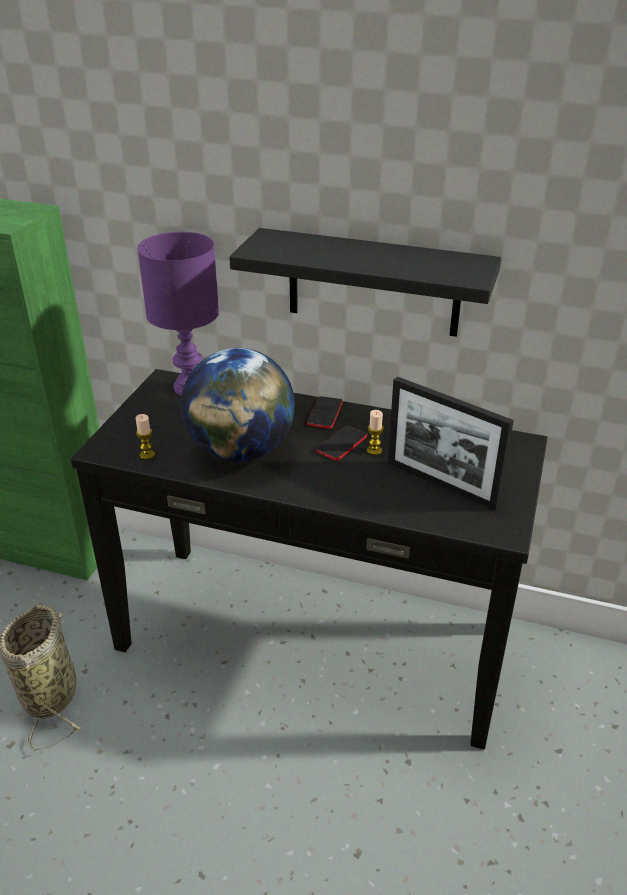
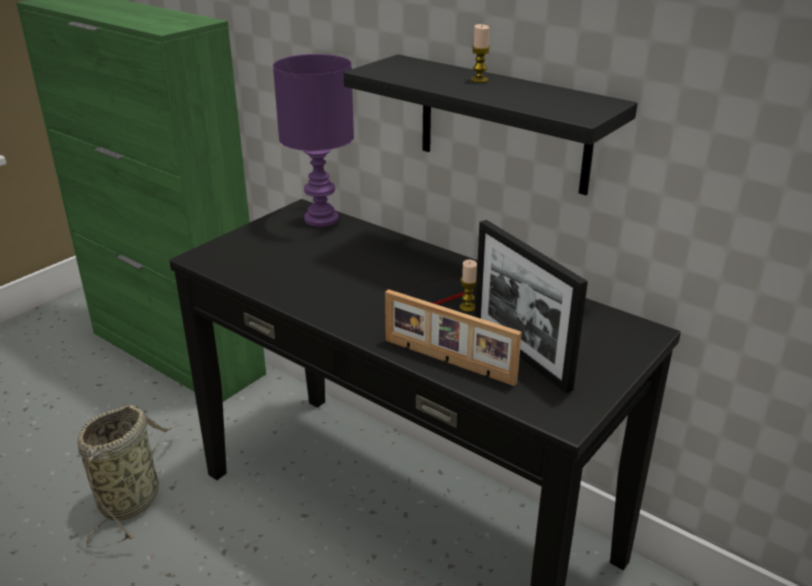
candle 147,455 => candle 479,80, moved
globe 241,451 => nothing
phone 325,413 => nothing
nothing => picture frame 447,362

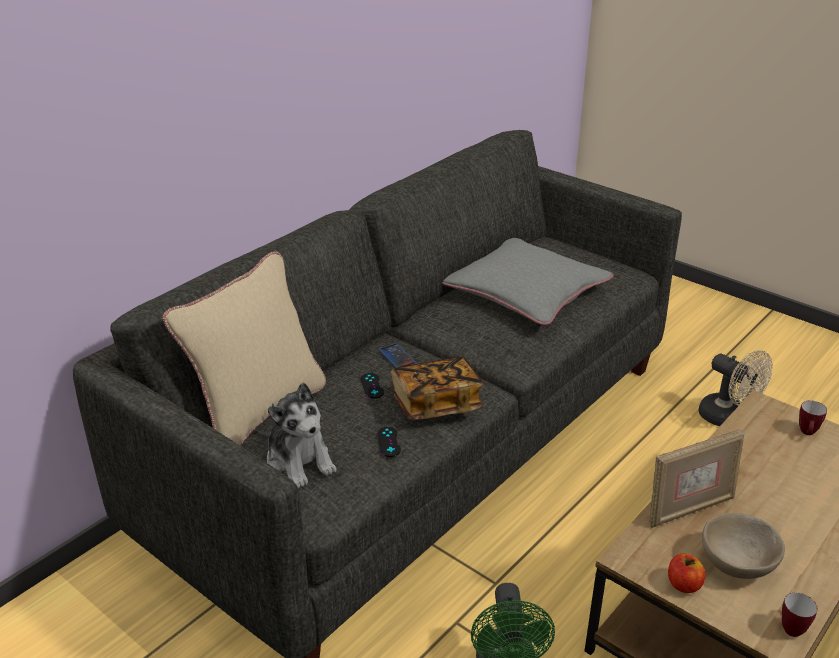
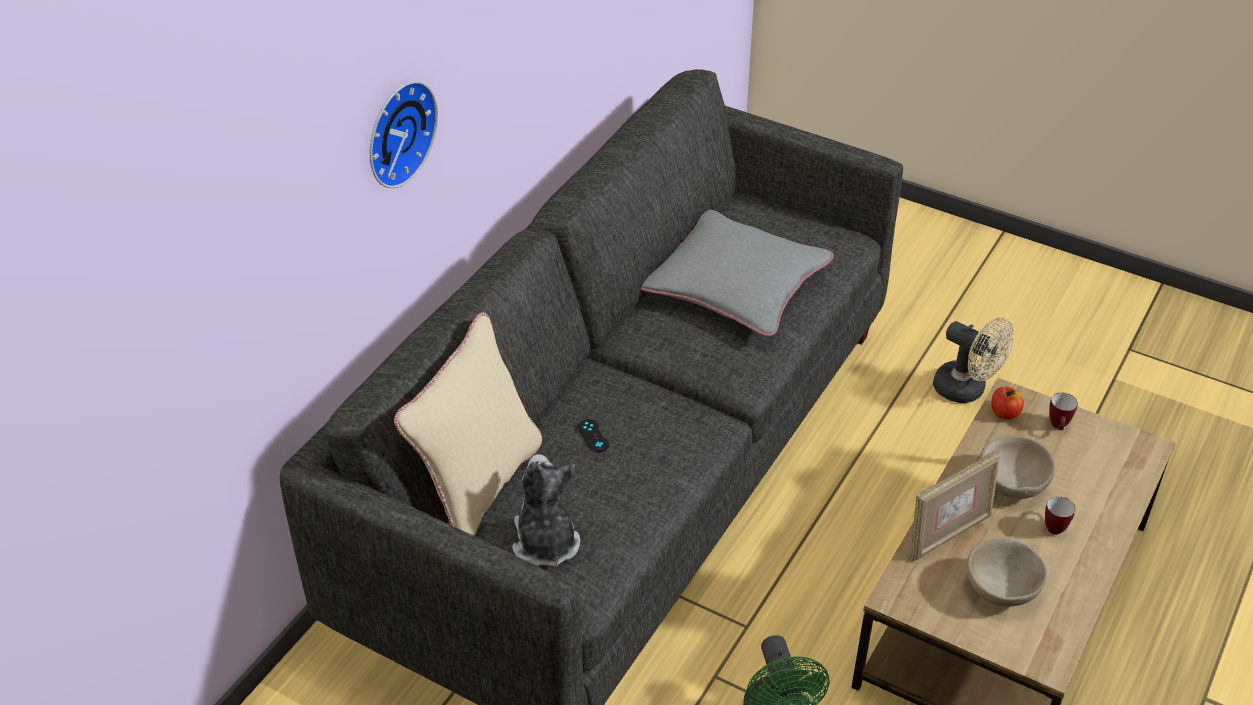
plush toy 300,461 => plush toy 545,542, 150 degrees counterclockwise
black game controller 389,442 => nothing
phone 397,357 => nothing
book 436,404 => nothing
apple 683,584 => apple 1004,413, moved
mug 791,627 => mug 1053,526, moved
nothing => wall clock 396,132
nothing => beige bowl 1011,483

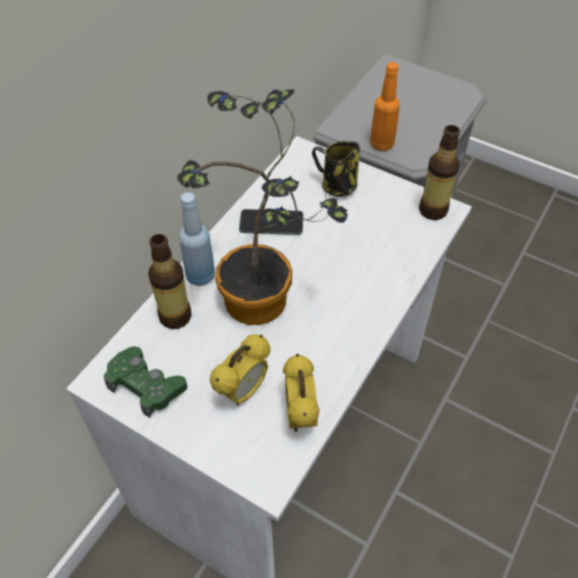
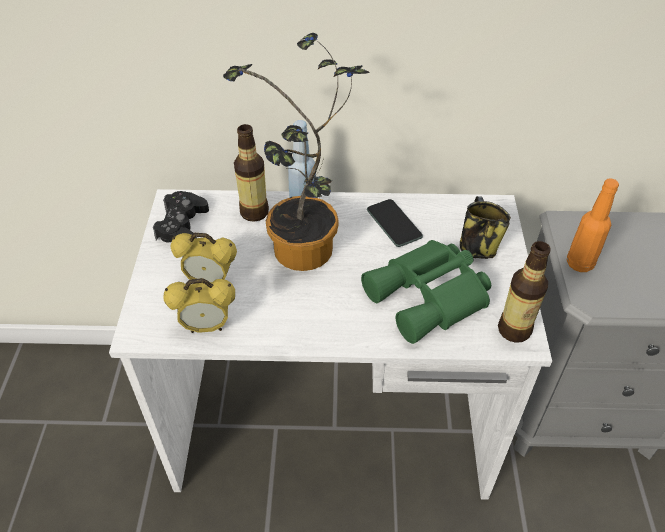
green game controller 146,385 => black game controller 182,226
alarm clock 300,416 => alarm clock 206,327, 150 degrees counterclockwise
nothing => green binoculars 430,297

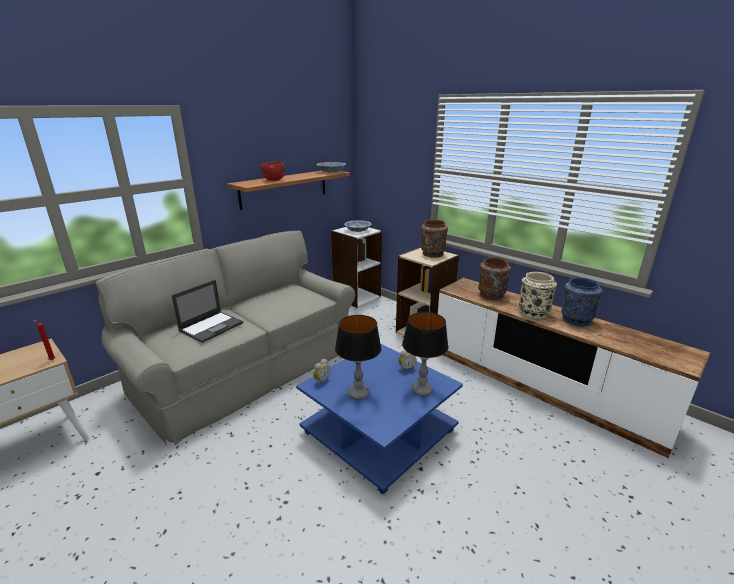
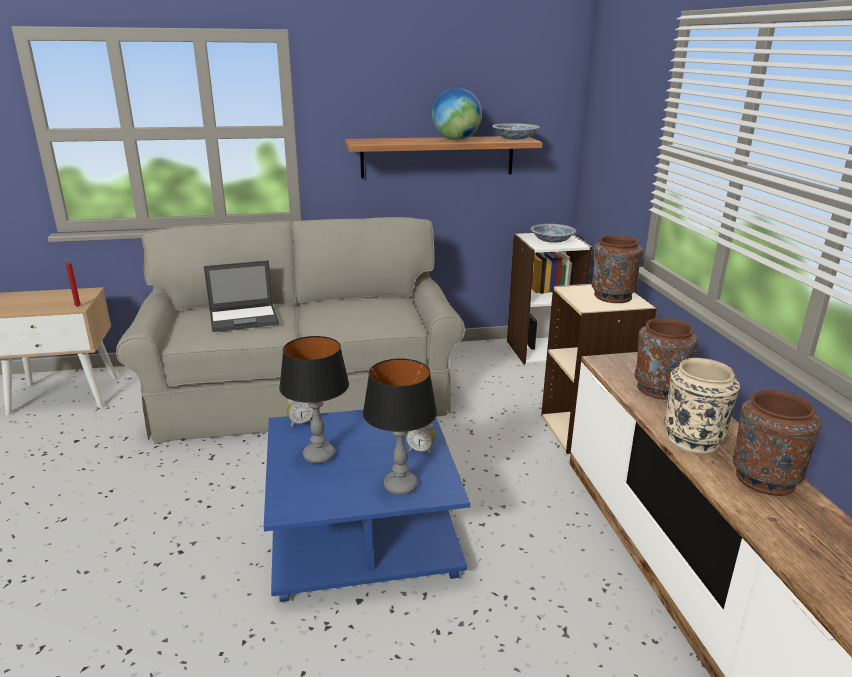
red bowl 274,180 => nothing
blue vase 575,320 => brown vase 763,478
nothing => globe 456,140

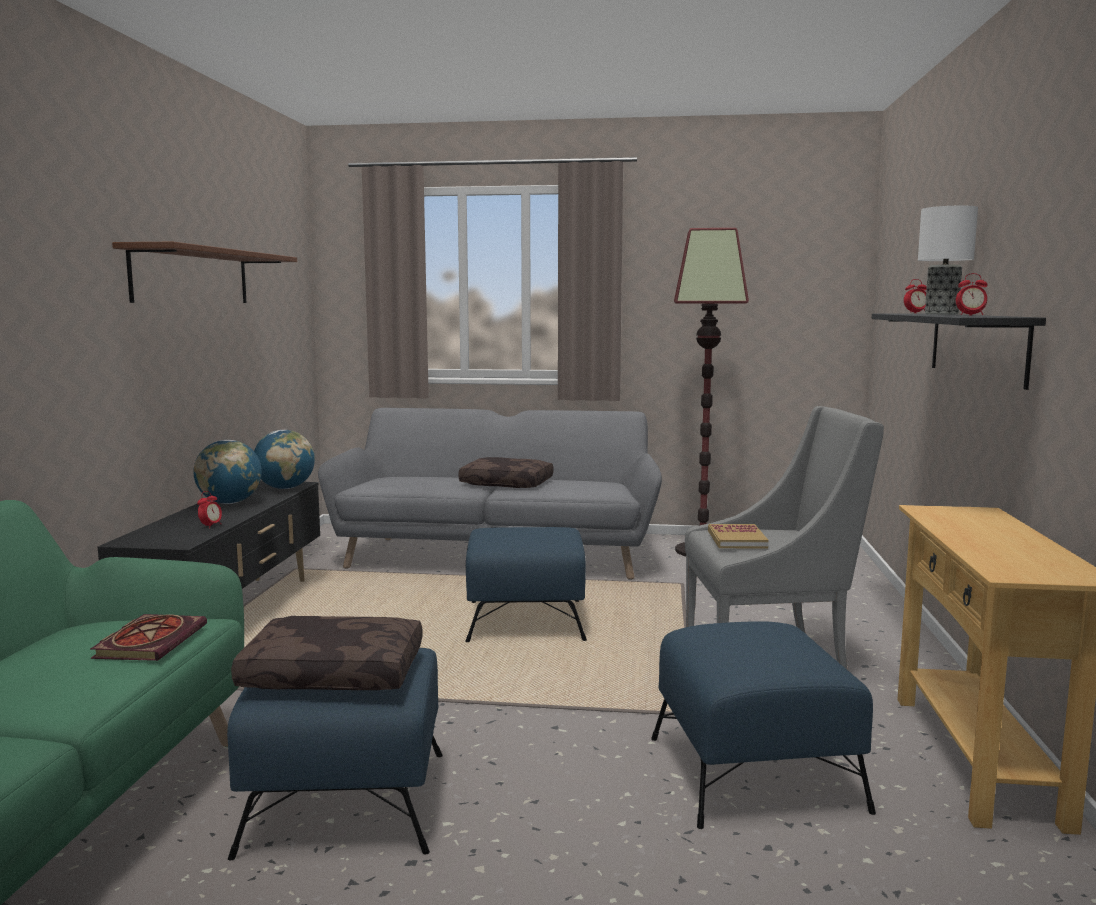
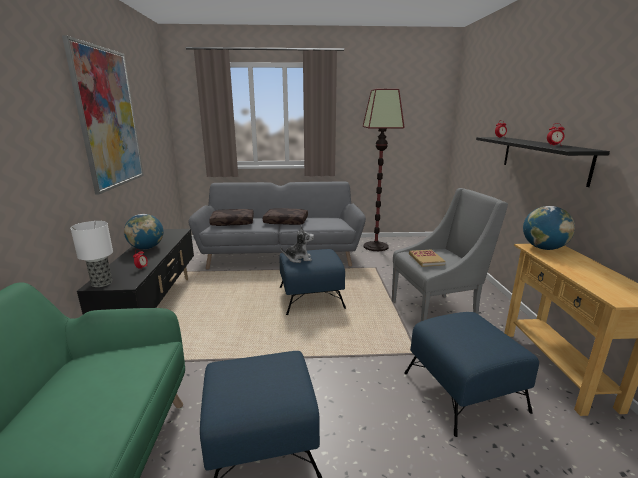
book 150,641 => nothing
brown shelf 192,277 => picture 108,119
brown pillow 335,672 => brown pillow 233,222, moved
globe 285,488 => globe 543,248, moved
table lamp 941,314 => table lamp 102,283, moved
nothing => plush toy 298,258

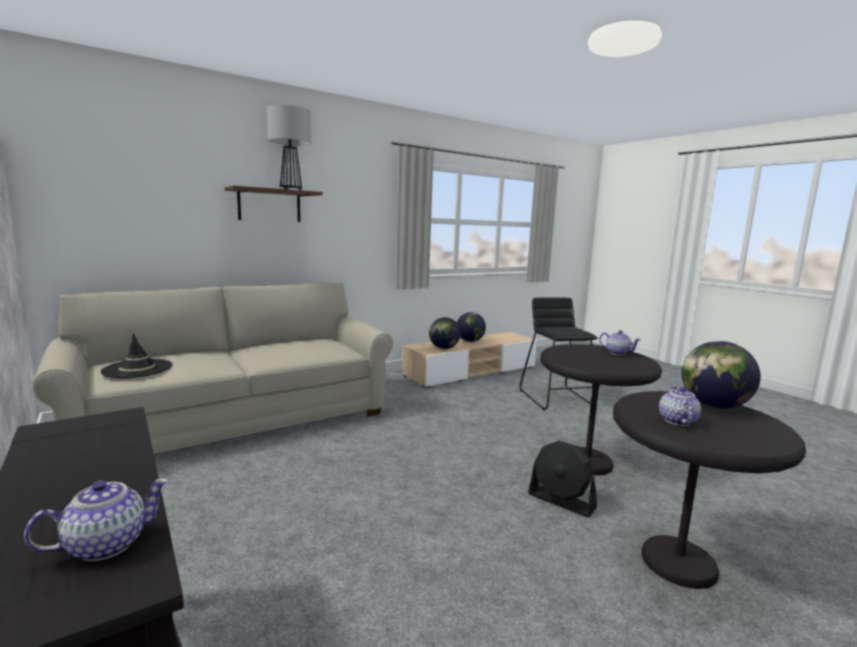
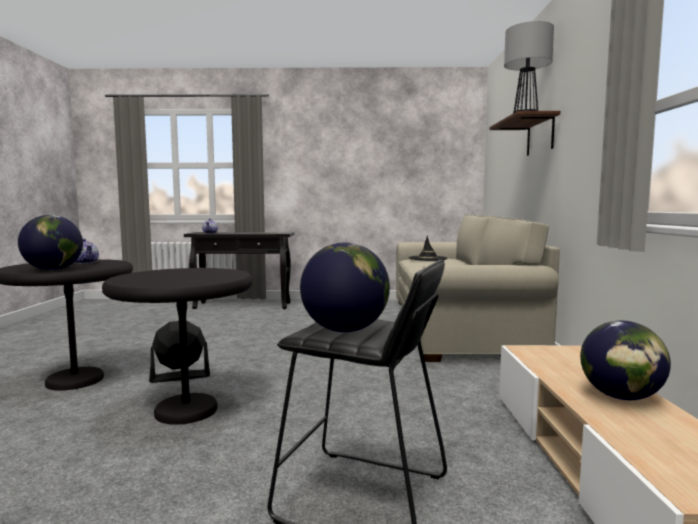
globe 443,348 => globe 345,330, moved
teapot 617,353 => nothing

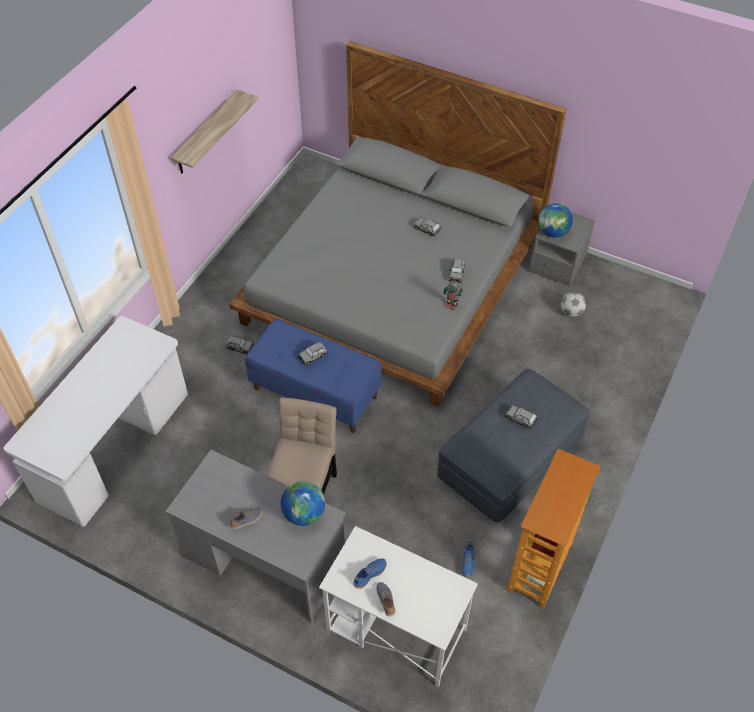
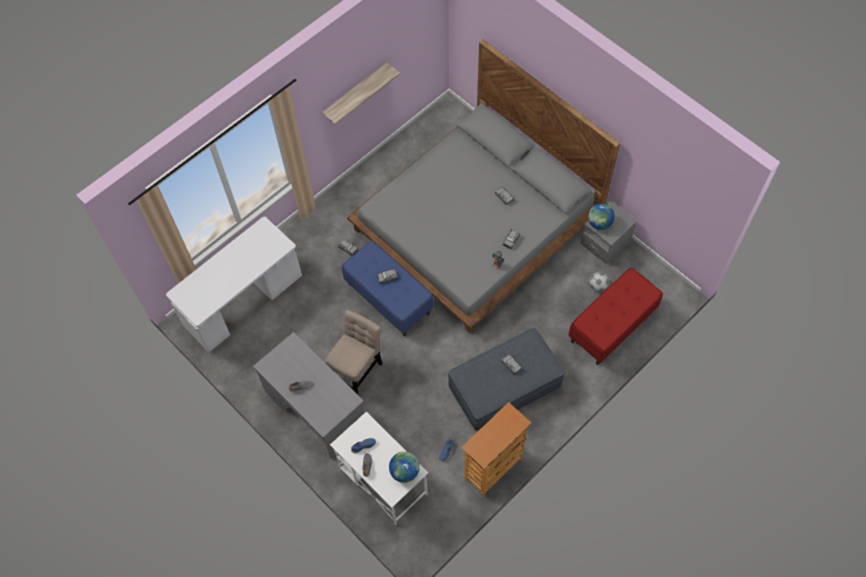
globe 304,513 => globe 404,471, moved
nothing => red bench 612,326

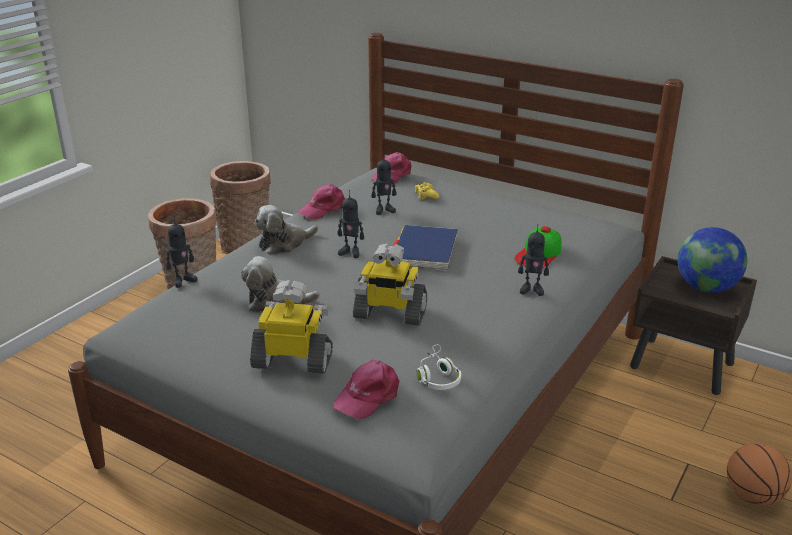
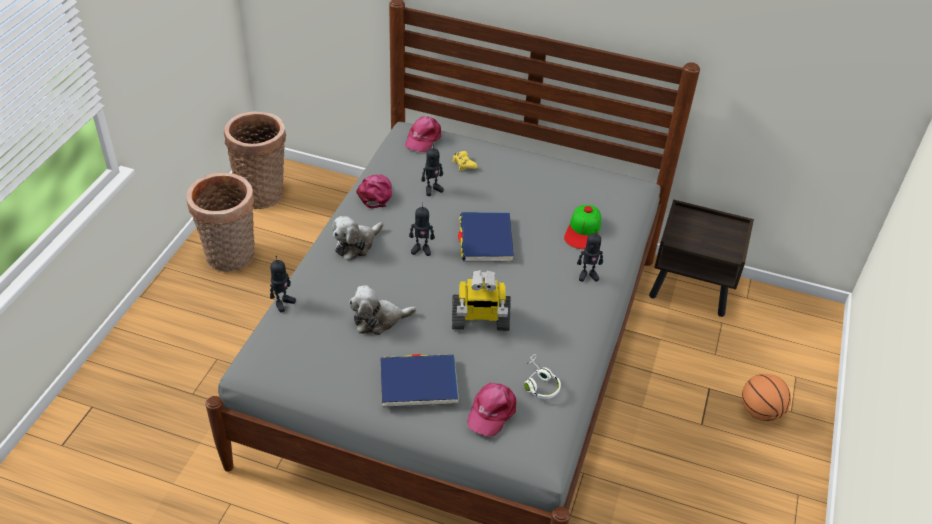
toy robot 293,360 => blue book 418,383
pink cap 323,209 => pink cap 375,193, 150 degrees clockwise
globe 706,288 => nothing

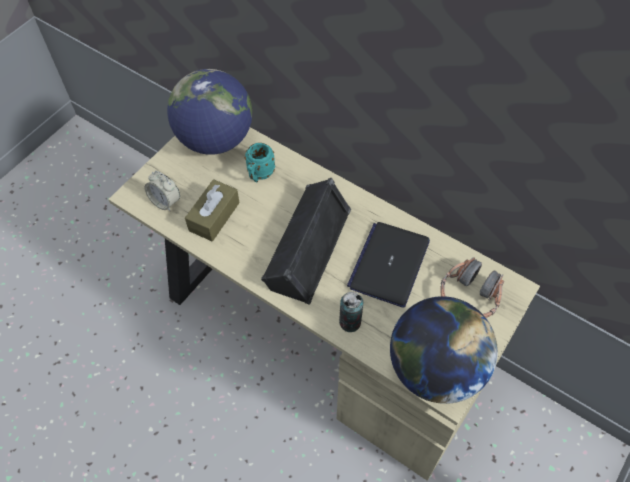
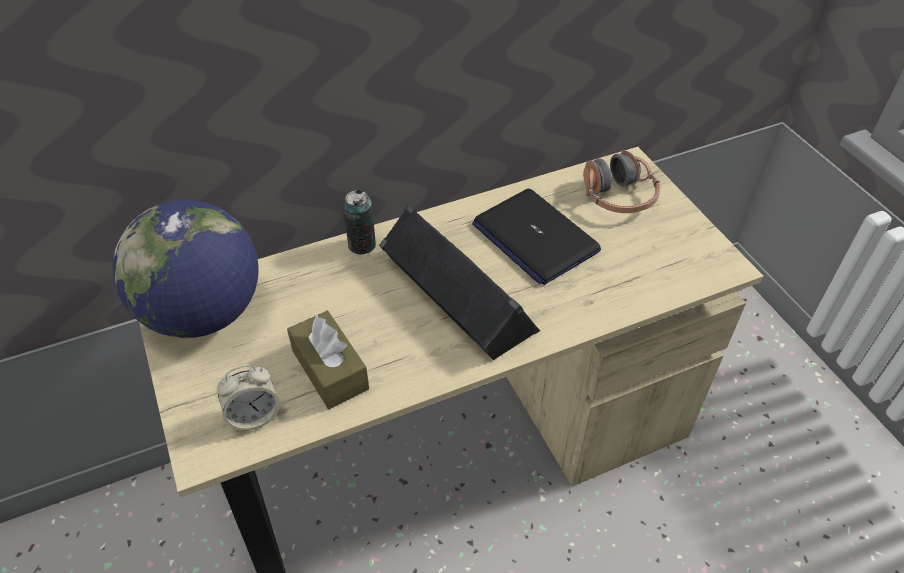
turquoise mug 259,175 => nothing
can 350,322 => can 362,245, moved
globe 435,369 => nothing

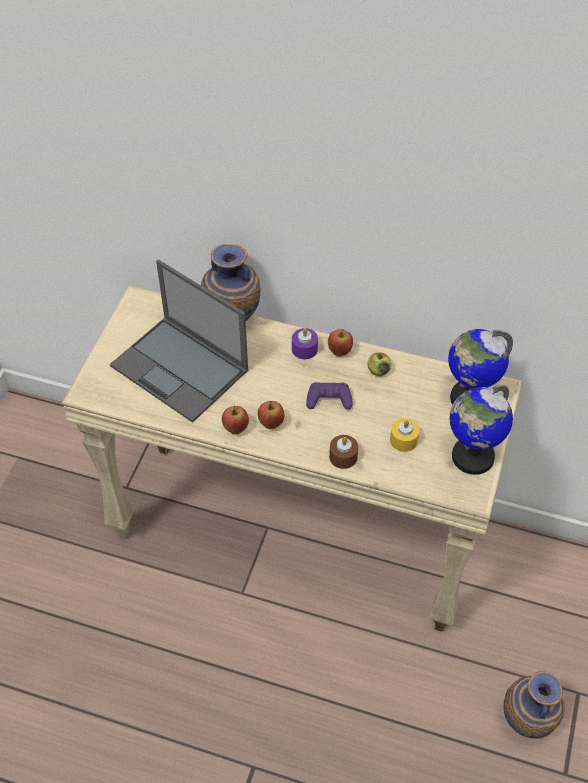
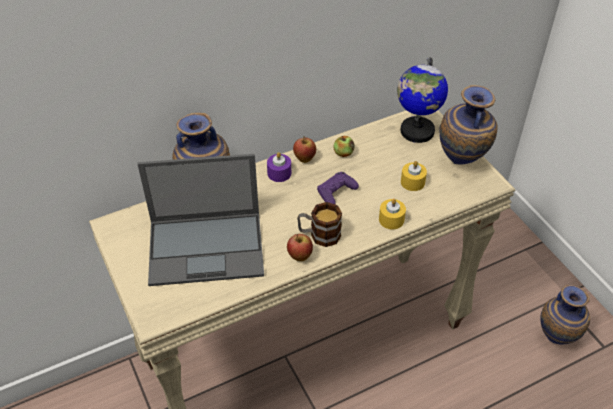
apple 271,424 => mug 319,235
brown candle 343,457 => yellow candle 391,219
globe 472,457 => vase 461,162

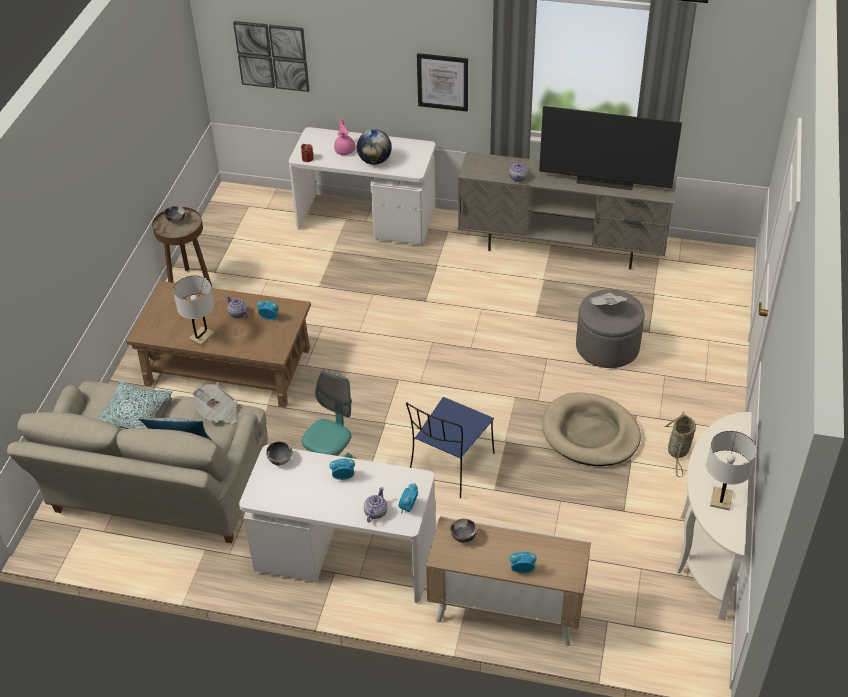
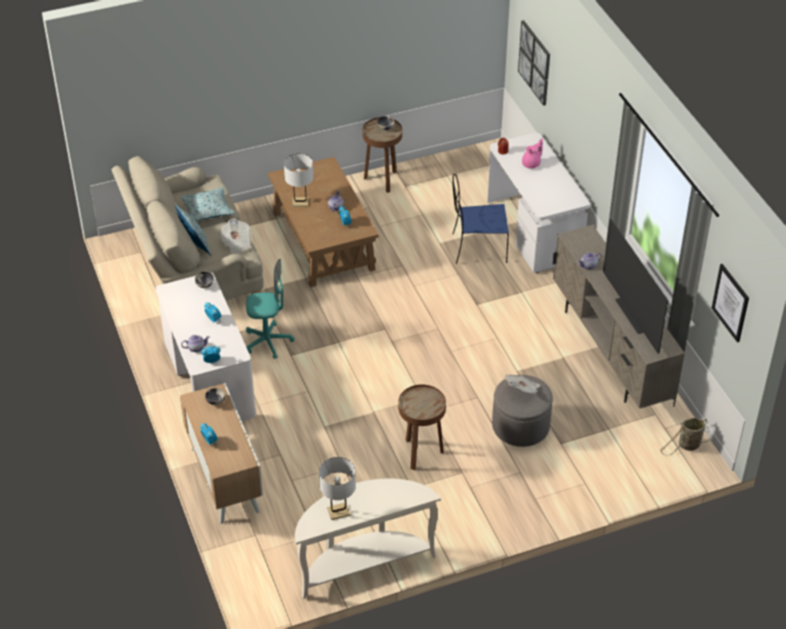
globe 374,161 => nothing
blue chair 450,465 => blue chair 477,248, moved
picture 442,82 => picture 730,302, moved
beige dog bed 590,433 => brown side table 421,454
basket 678,452 => basket 687,446, moved

